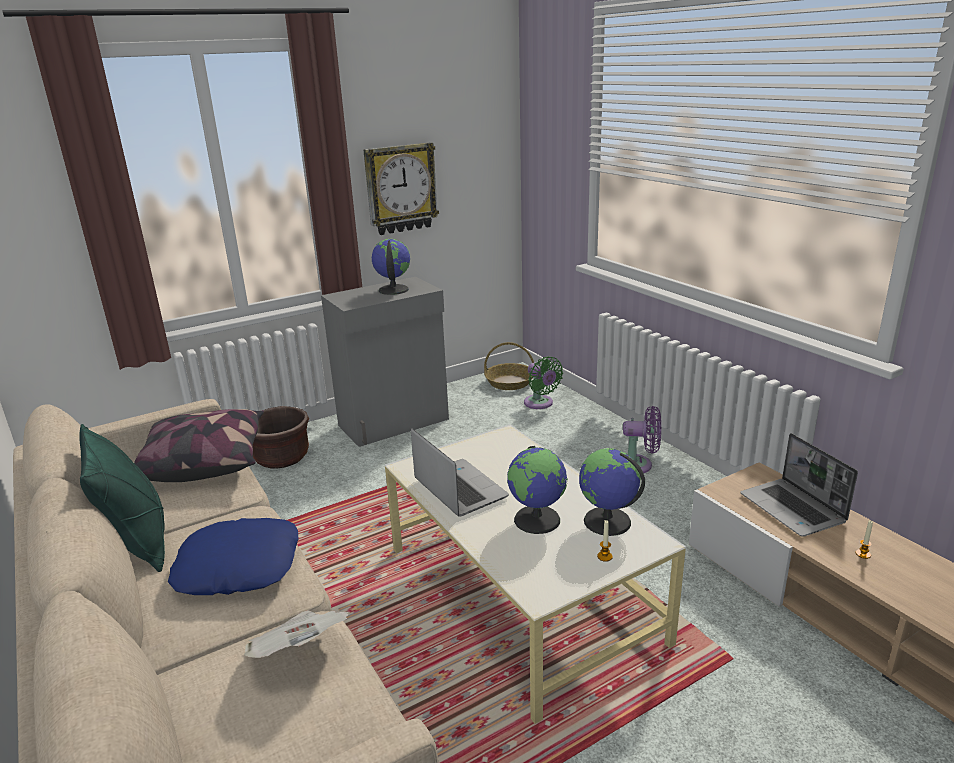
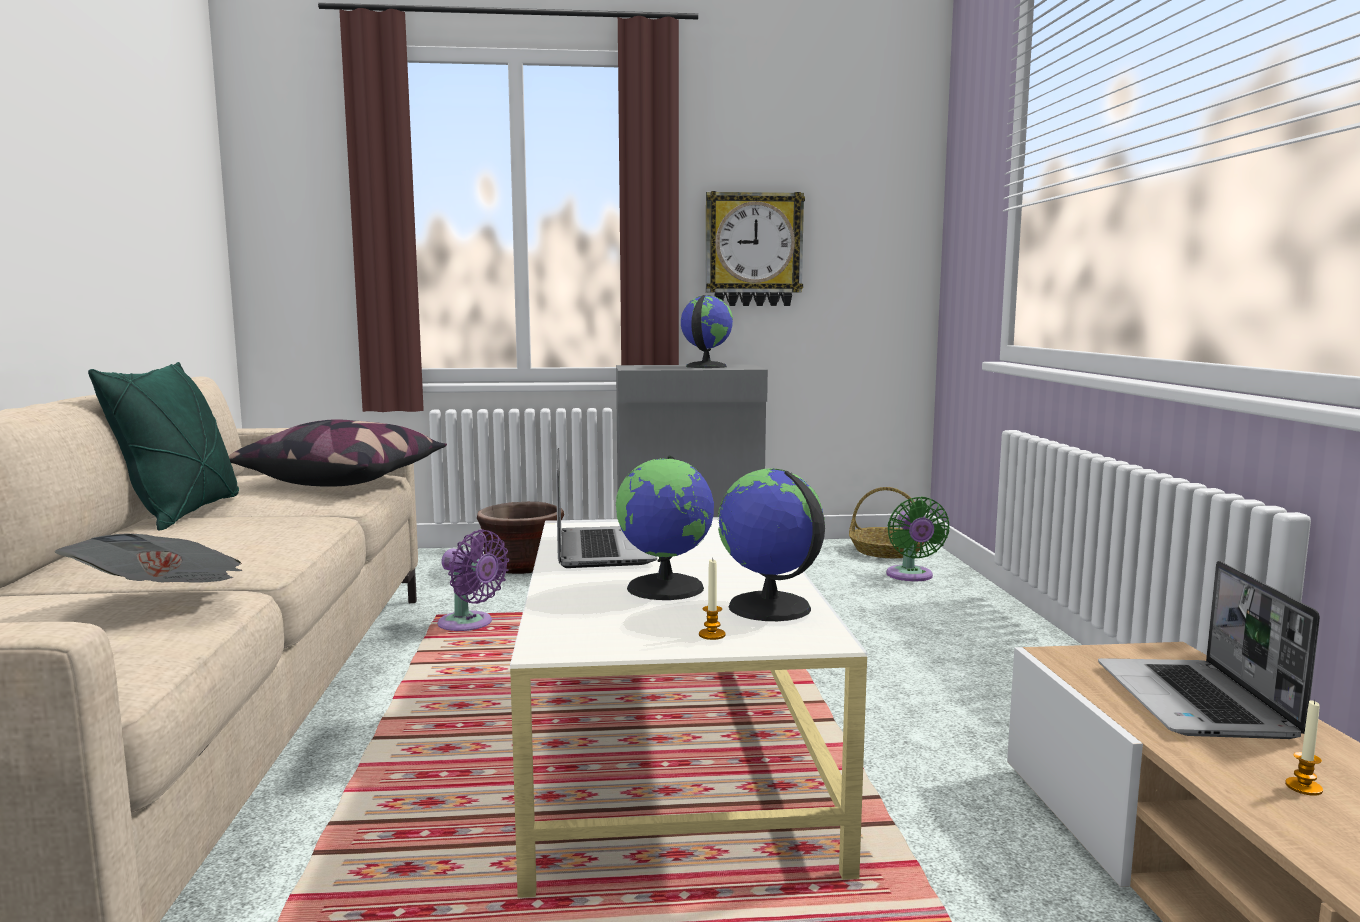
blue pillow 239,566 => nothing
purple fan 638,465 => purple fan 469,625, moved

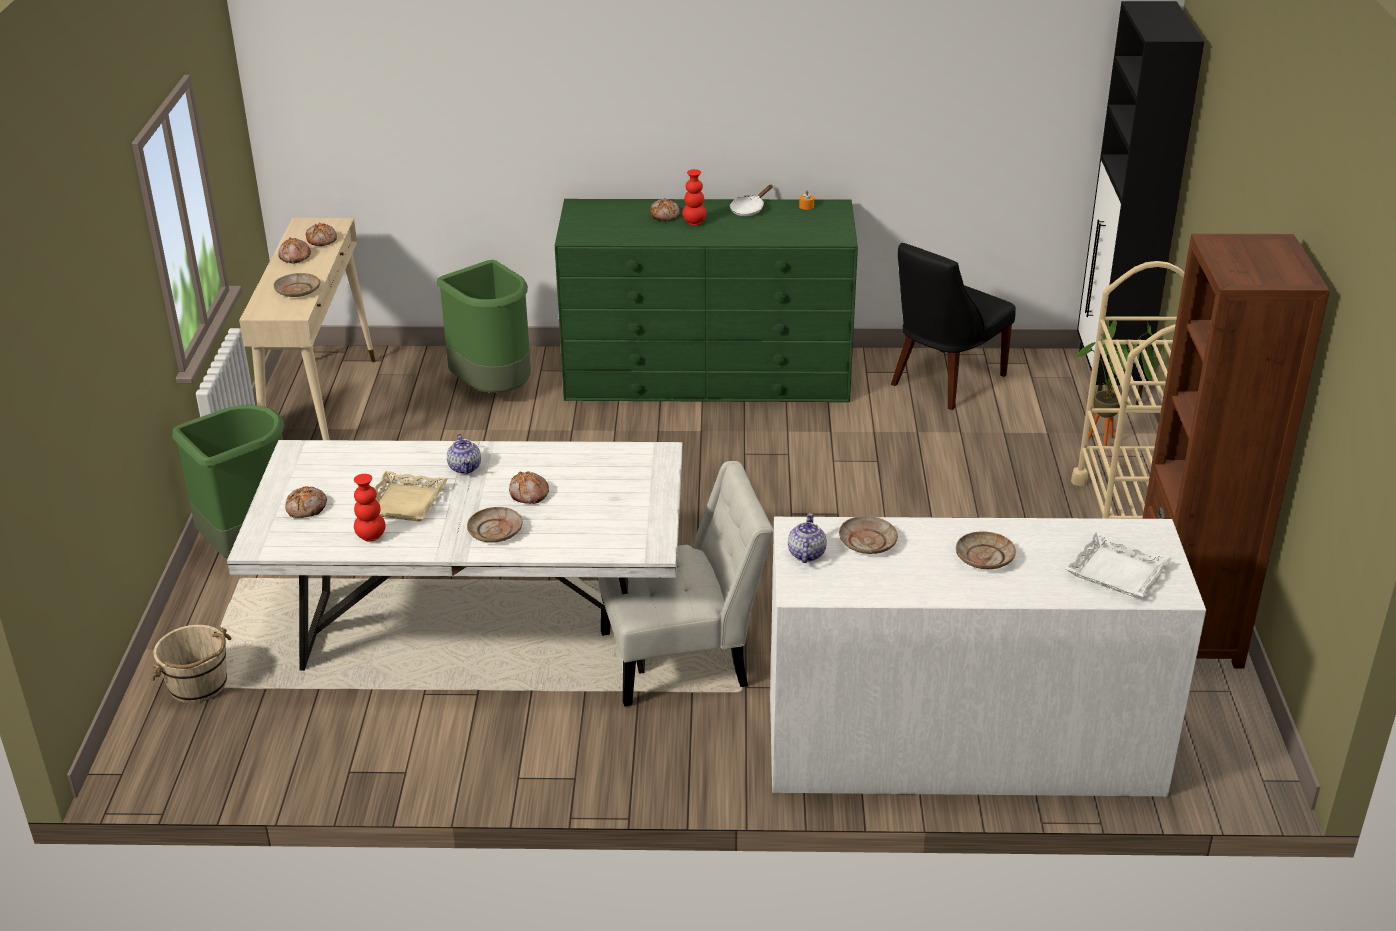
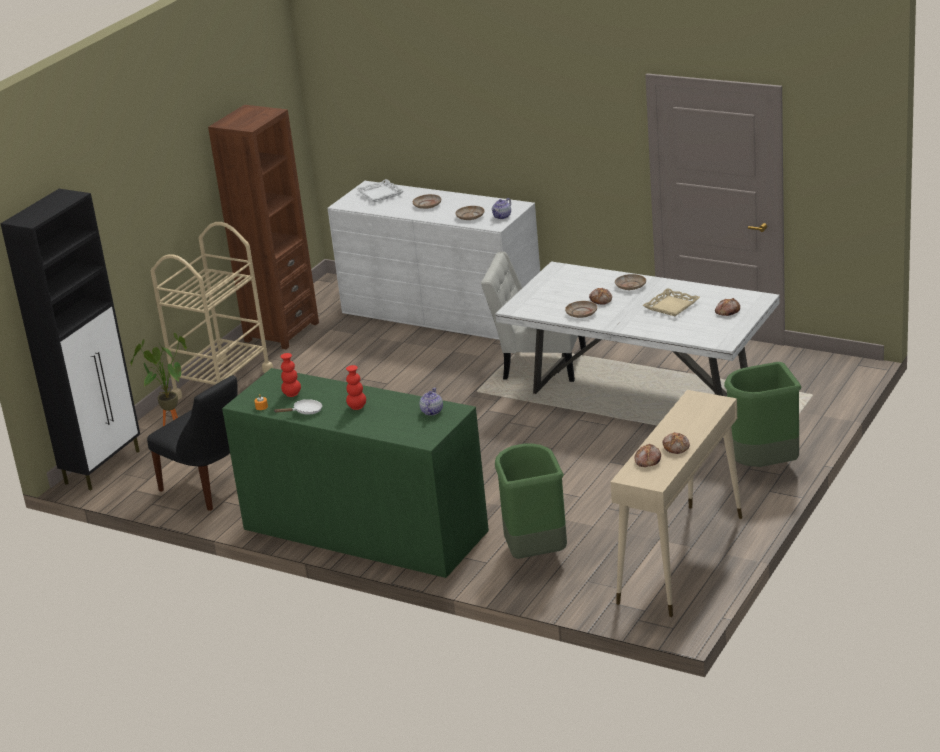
beige bucket 198,685 => nothing
beige plate 297,291 => beige plate 581,313, moved
red vase 371,536 => red vase 292,394, moved
teapot 465,468 => teapot 431,411, moved
bread 665,215 => nothing
black chair 944,381 => black chair 209,488, 60 degrees clockwise

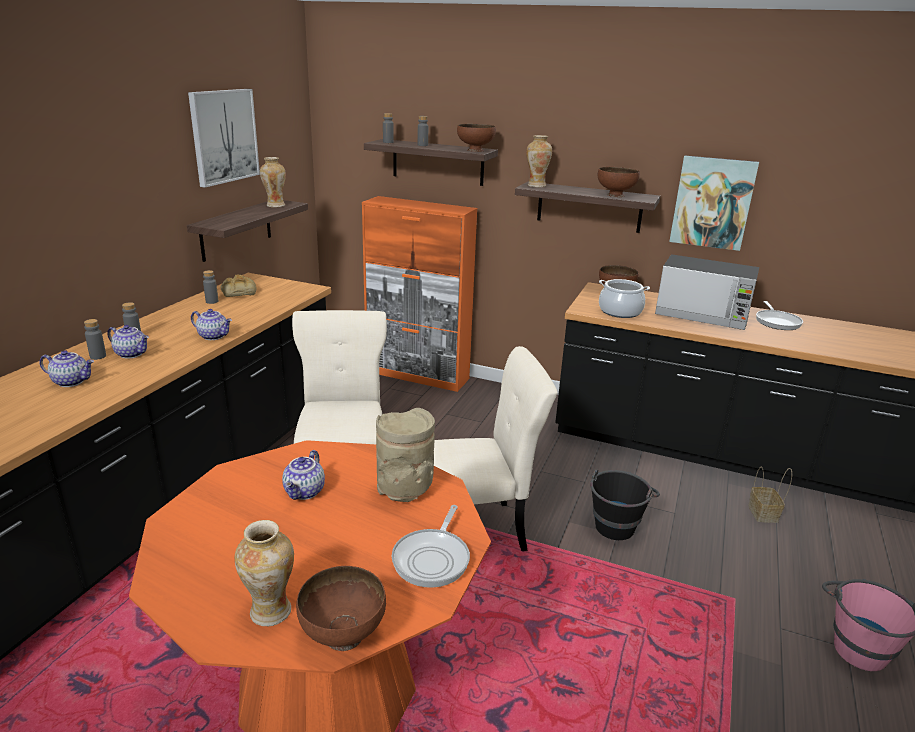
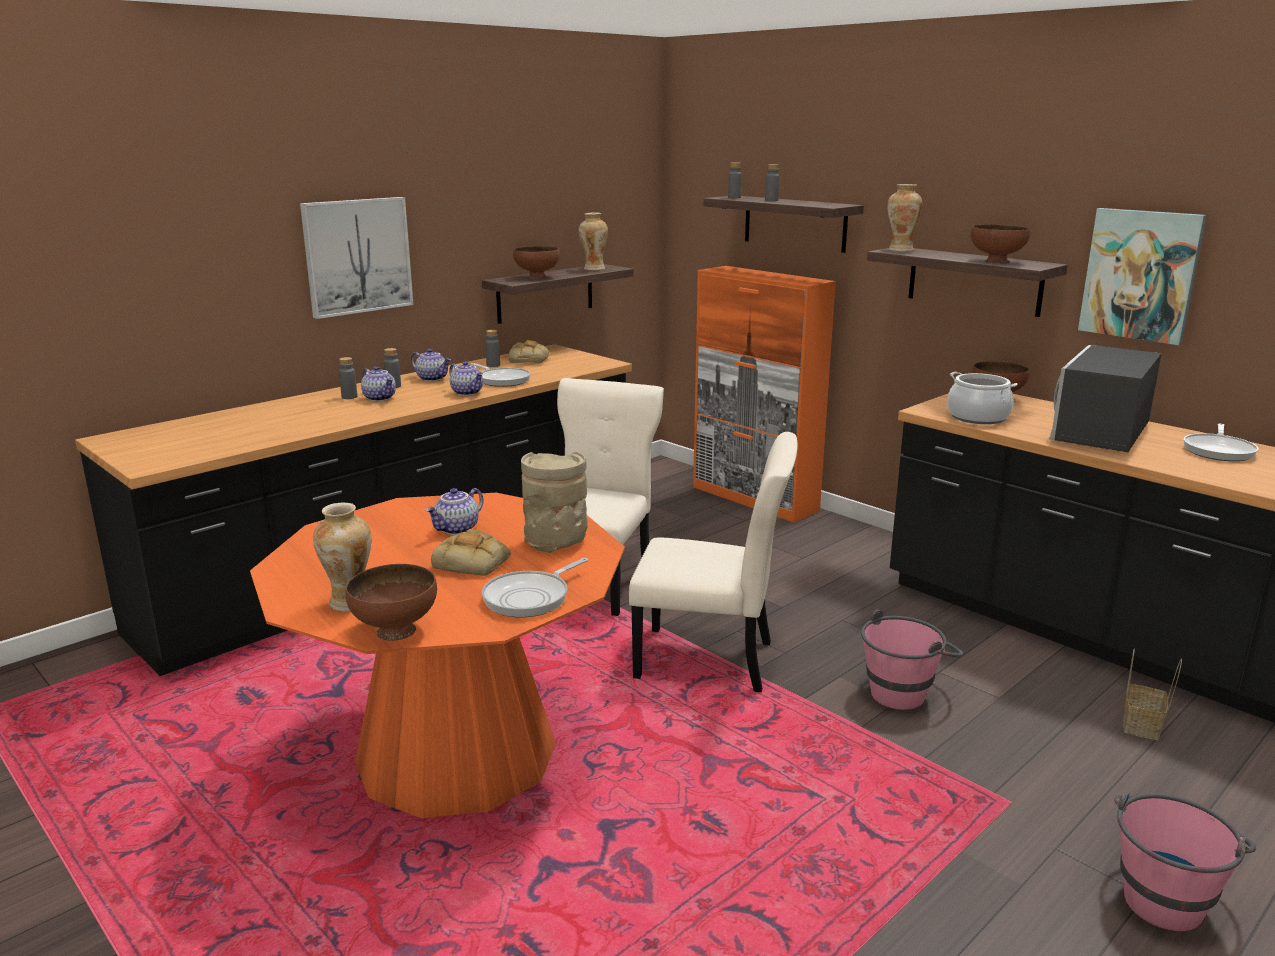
teapot 72,381 => teapot 433,378, moved
picture 224,136 => picture 357,256, moved
brown bowl 475,150 => brown bowl 537,277, moved
black bucket 617,523 => pink bucket 905,691
microwave 702,316 => microwave 1100,433, 75 degrees clockwise
nothing => bread 473,562
nothing => frying pan 502,380

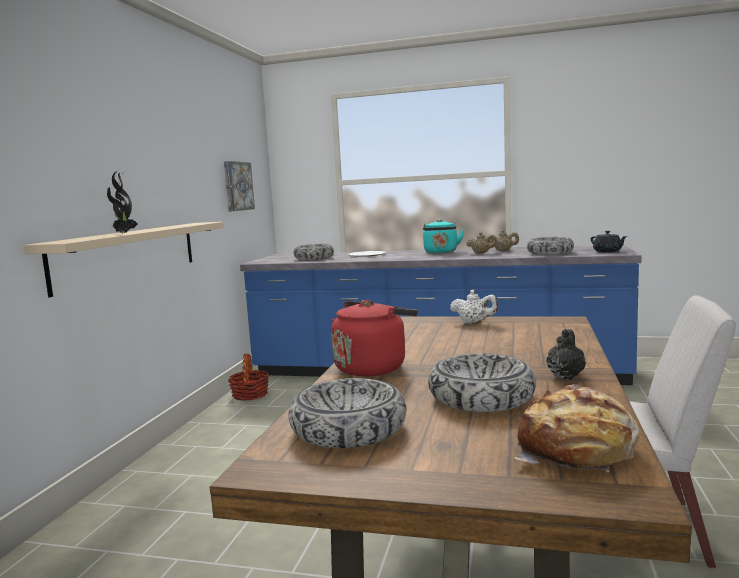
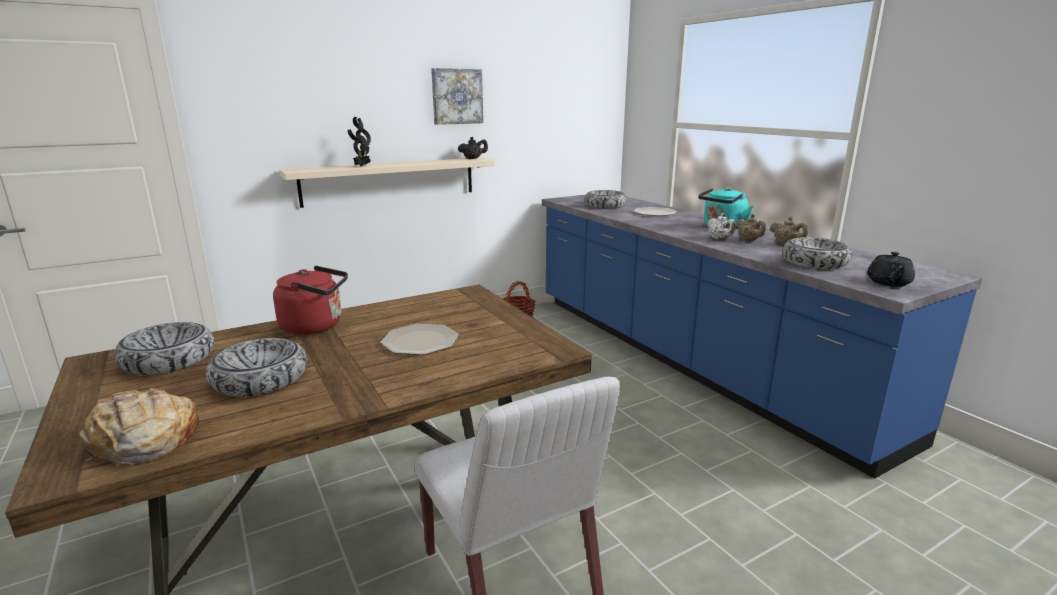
picture 237,186 => picture 456,96, moved
white teapot 474,323 => white teapot 720,239, moved
black teapot 566,376 => black teapot 473,159, moved
nothing => plate 420,341

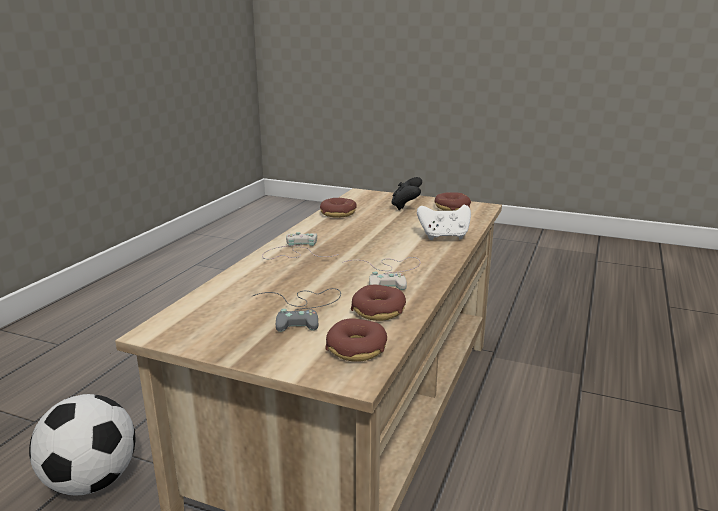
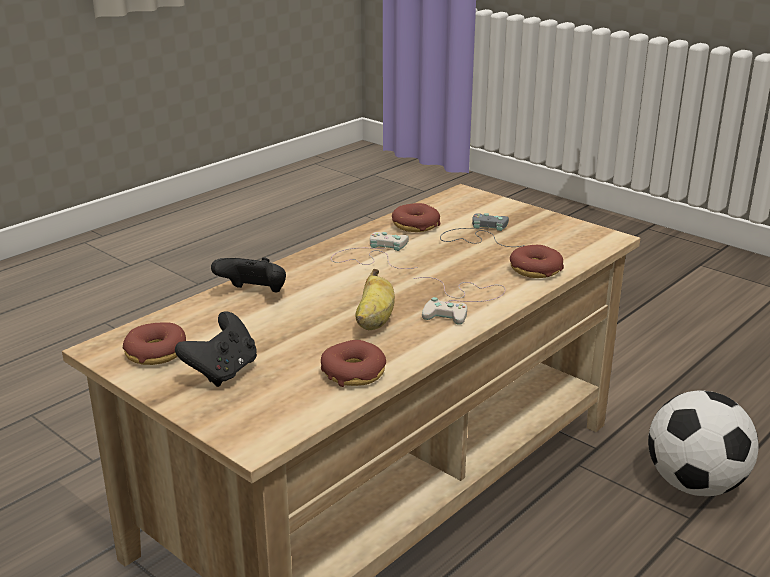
donut 356,349 => donut 535,270, moved
white game controller 444,237 => black game controller 254,294
nothing => banana 374,321

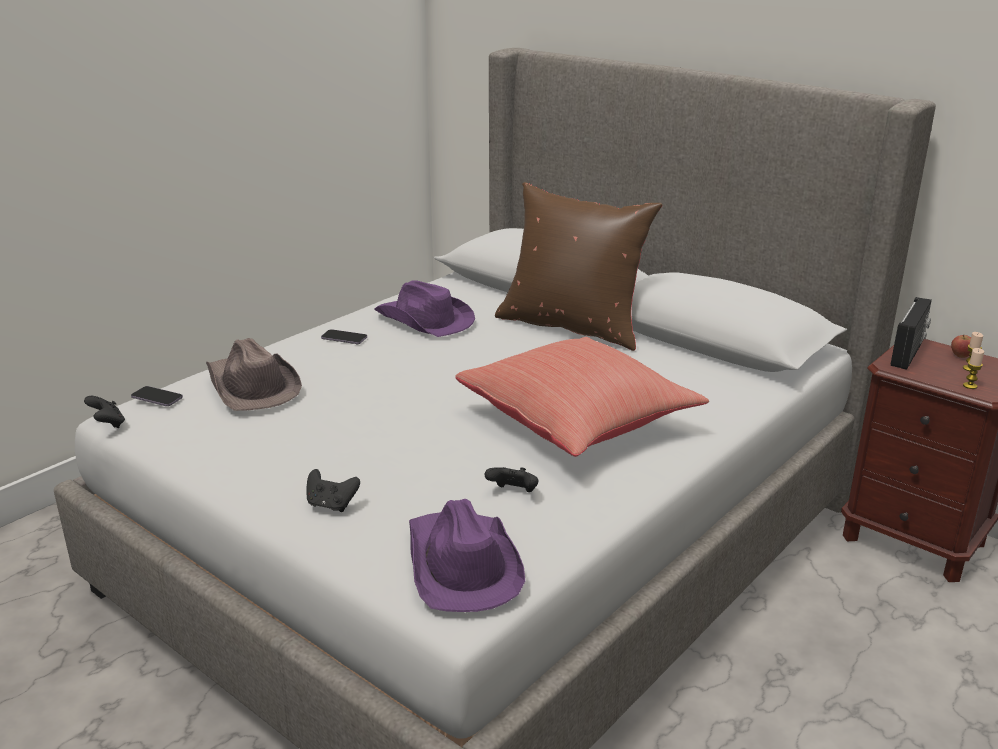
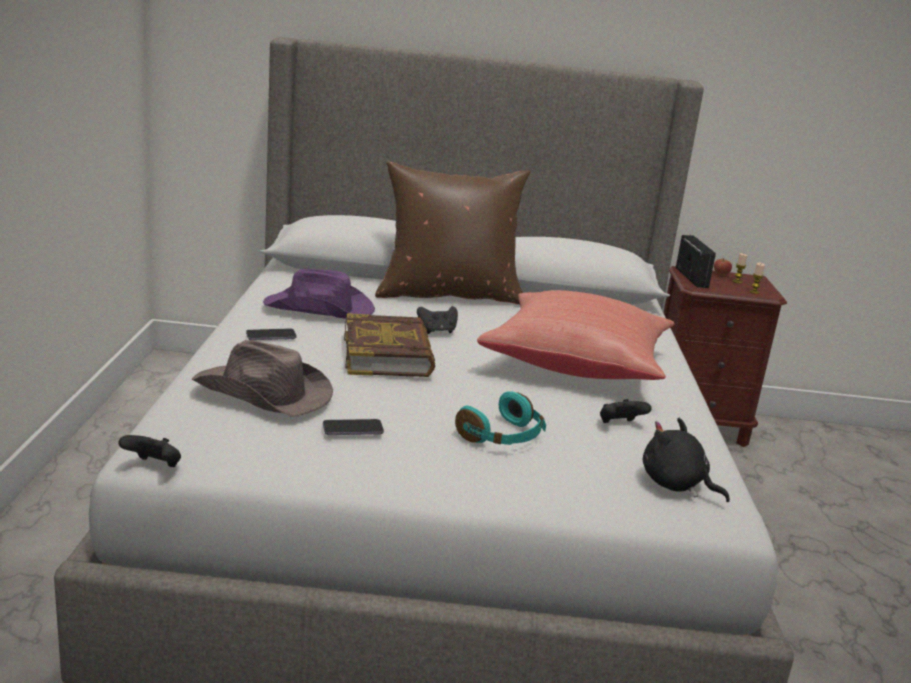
phone 157,398 => phone 353,429, moved
black game controller 331,505 => black game controller 437,331, moved
purple hat 461,564 => black plush toy 676,485
nothing => book 388,355
nothing => turquoise headphones 503,437

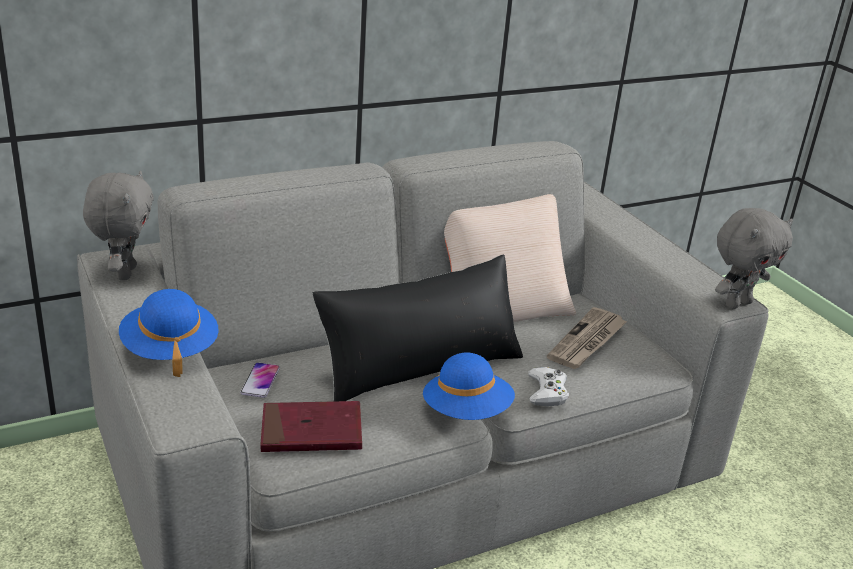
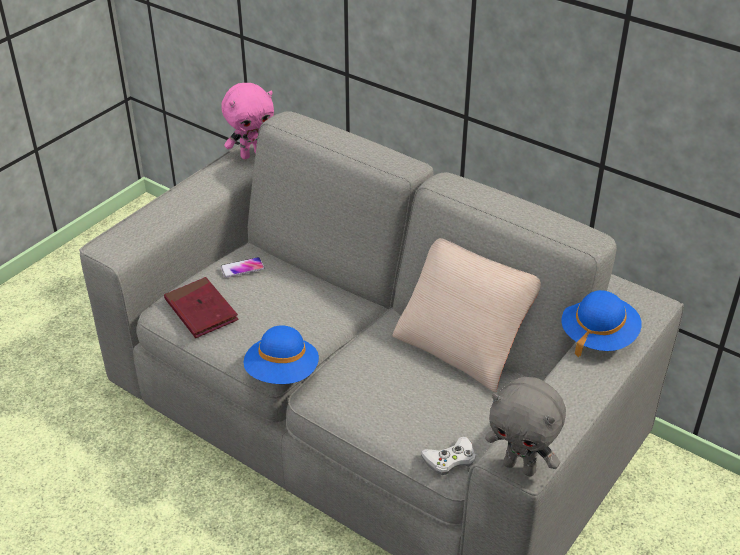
grey plush toy 124,273 => pink plush toy 252,154
blue hat 170,350 => blue hat 598,336, moved
black pillow 420,366 => nothing
white game controller 547,392 => white game controller 450,459, moved
newspaper 587,341 => nothing

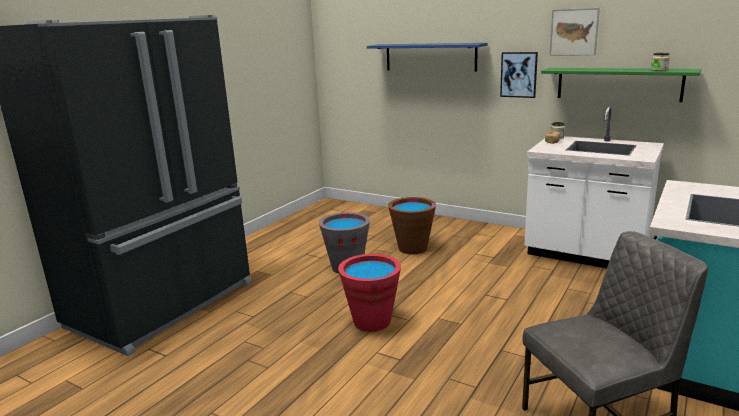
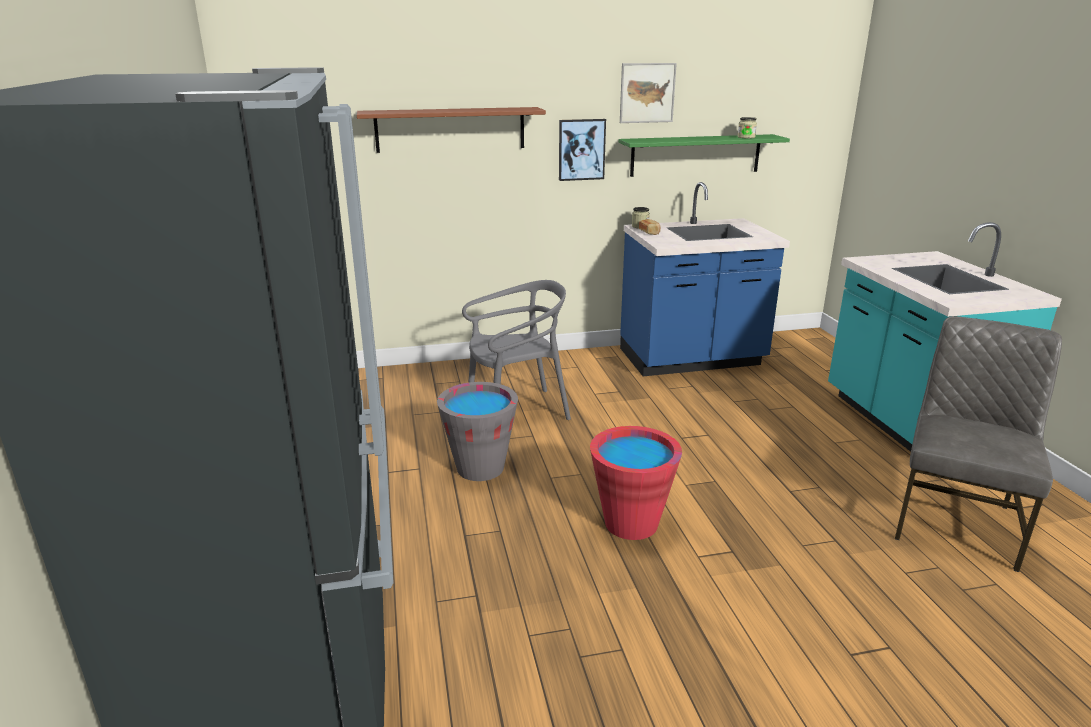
blue shelf 430,57 => brown shelf 450,129
brown bucket 412,248 => grey chair 517,412
white counter 586,255 => blue counter 692,359

